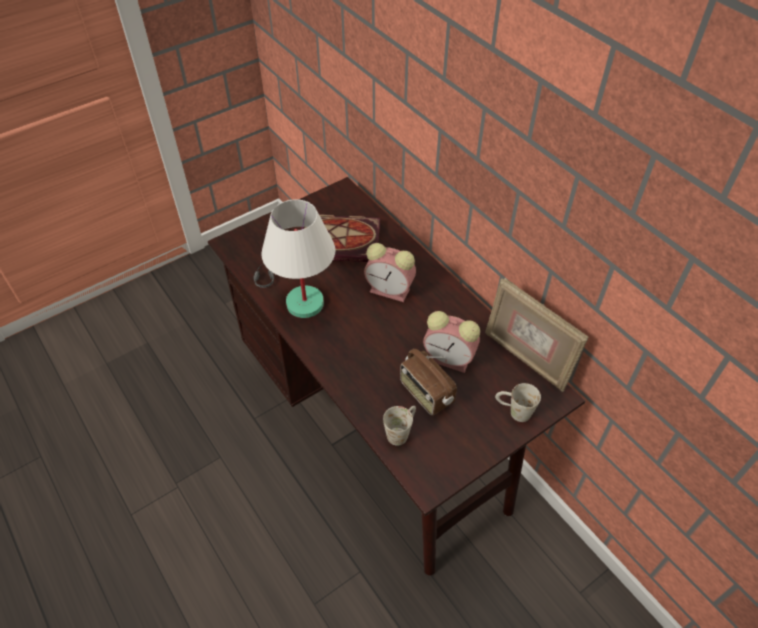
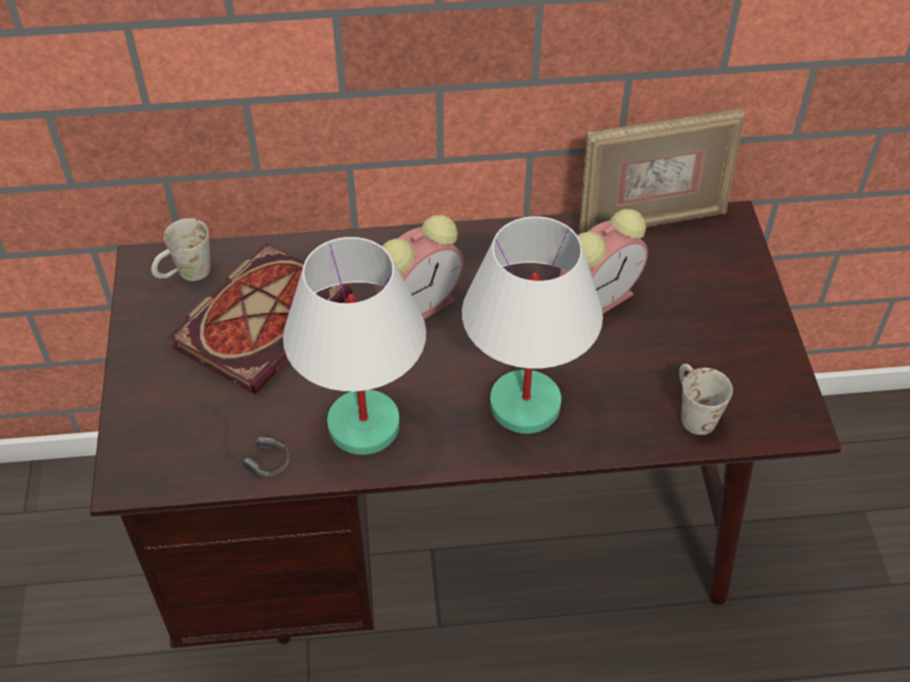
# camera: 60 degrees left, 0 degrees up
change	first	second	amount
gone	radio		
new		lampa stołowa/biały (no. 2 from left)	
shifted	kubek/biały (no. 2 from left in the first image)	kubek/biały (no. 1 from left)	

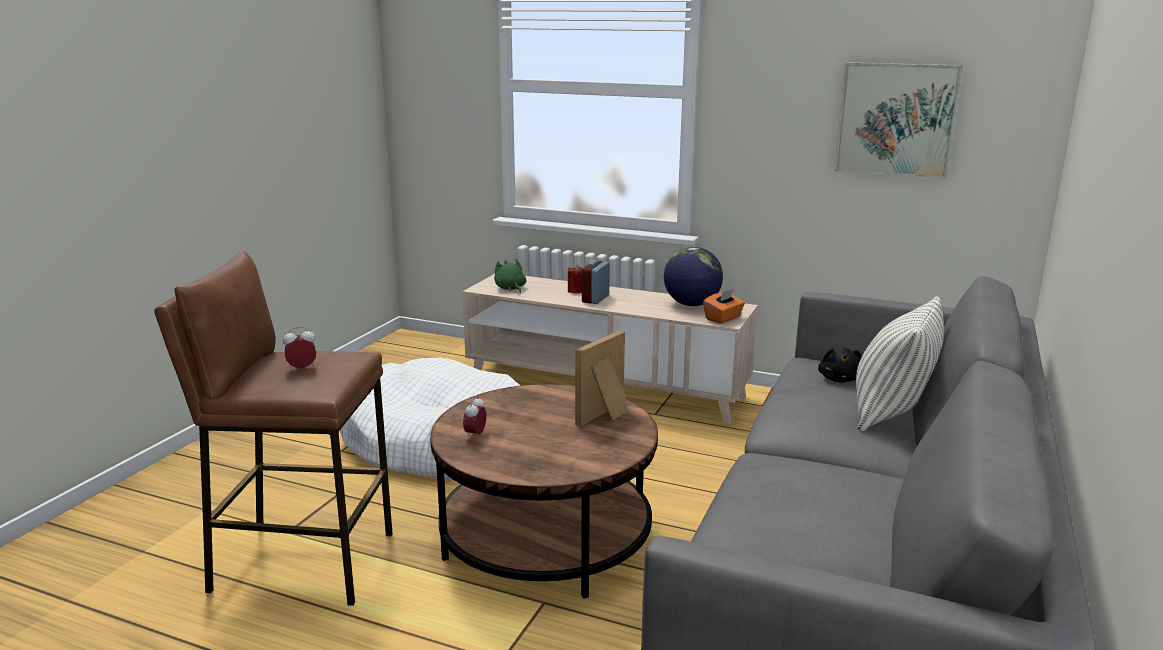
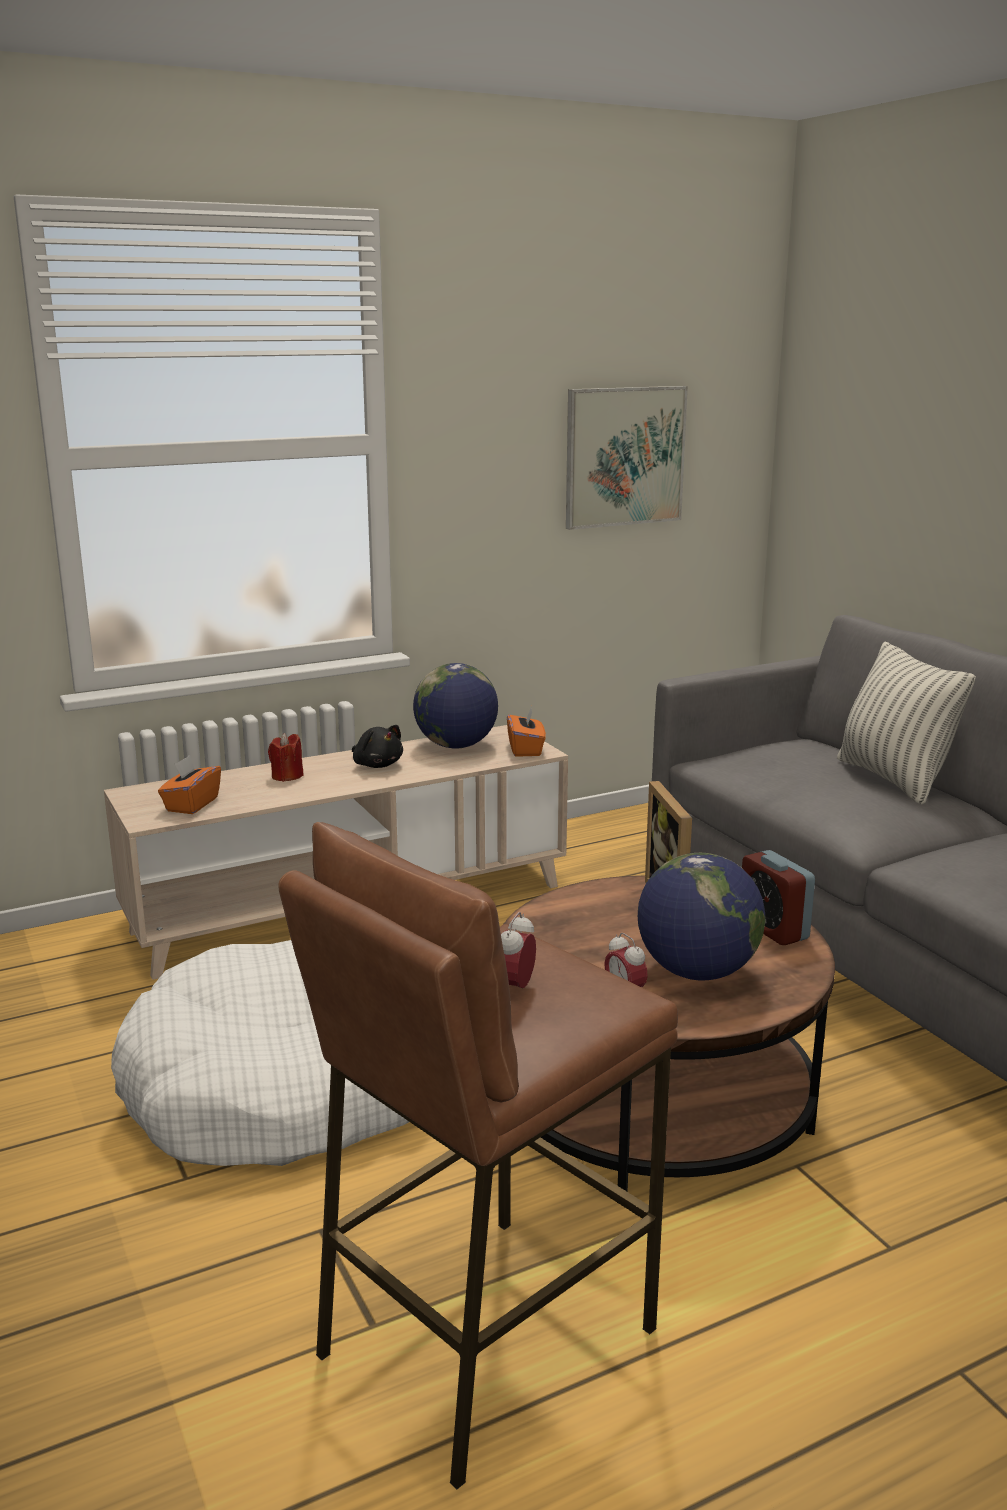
# camera: 50 degrees left, 0 degrees up
change	first	second	amount
new		globus (no. 2 from left)	
shifted	budzik (no. 3 from left)		
shifted	pluszak/czarny		
swapped	pluszak/zielony	pudełko chusteczek/pomarańczowy (no. 1 from left)	

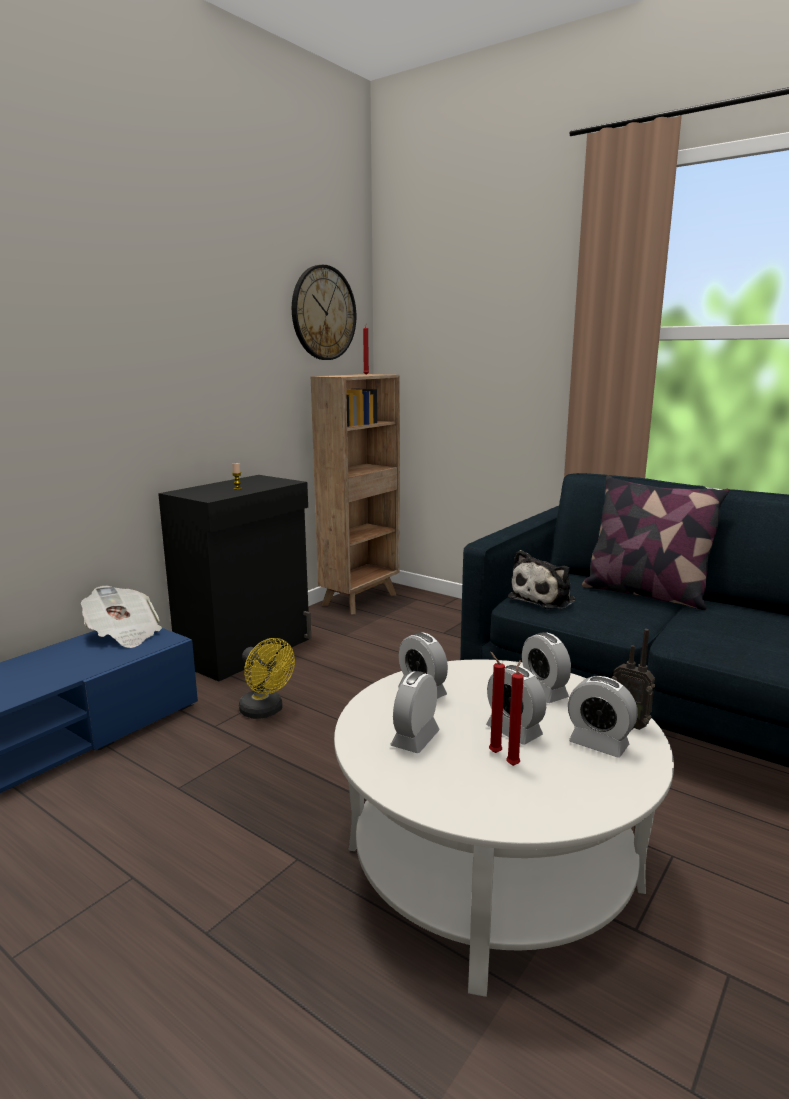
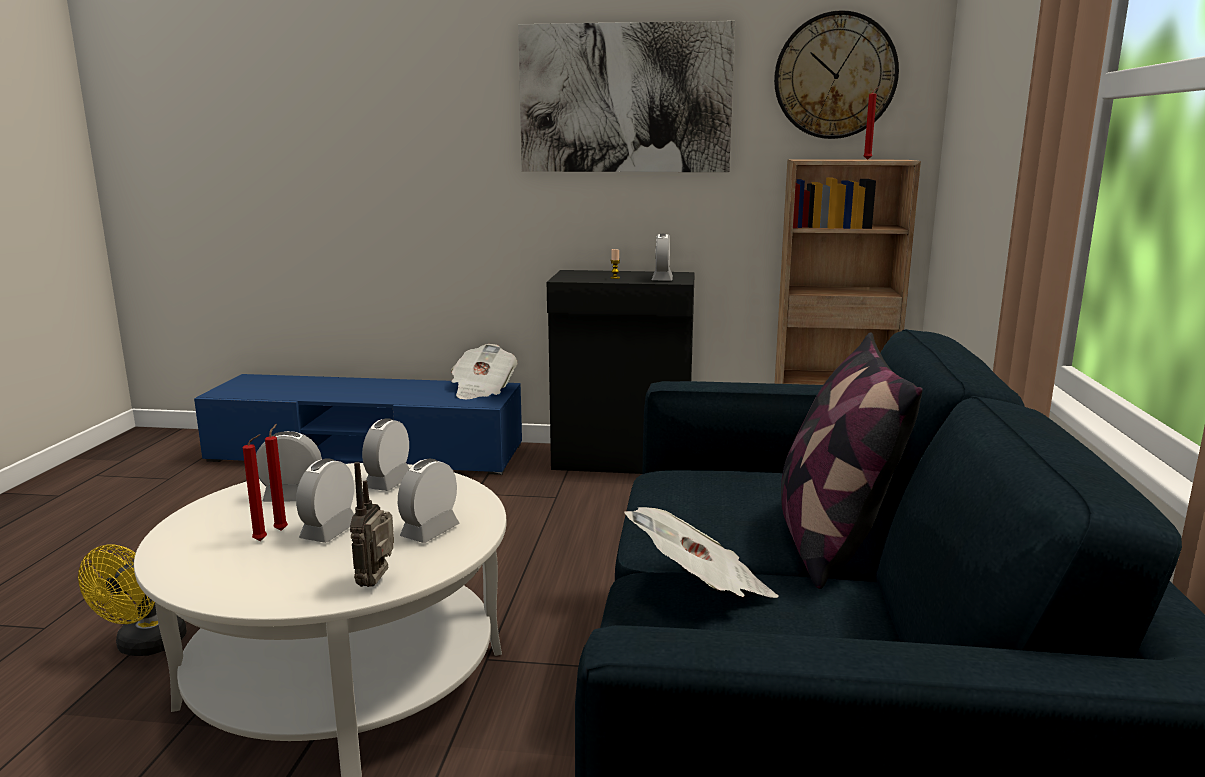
# camera: 60 degrees right, 0 degrees up
change	first	second	amount
gone	pluszak		
new		obraz	
new		gazeta (no. 2 from left)	
shifted	wentylator/żółty		
shifted	budzik (no. 5 from left)		

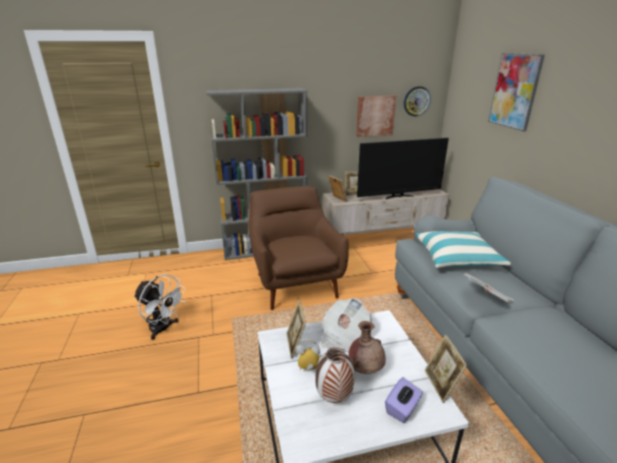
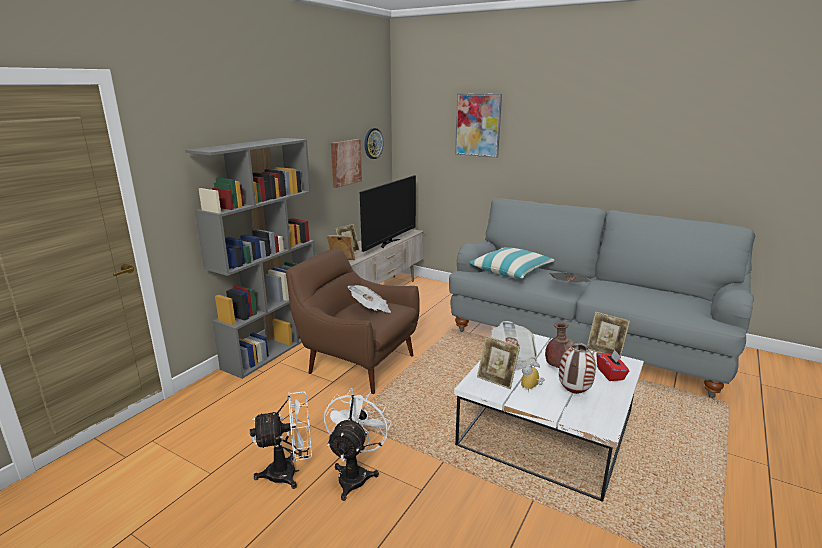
# camera: 45 degrees left, 5 degrees down
change	first	second	amount
new		wentylator/biały (no. 2 from left)	
new		gazeta (no. 1 from left)	
repainted	pudełko chusteczek/fioletowy	pudełko chusteczek/czerwony	

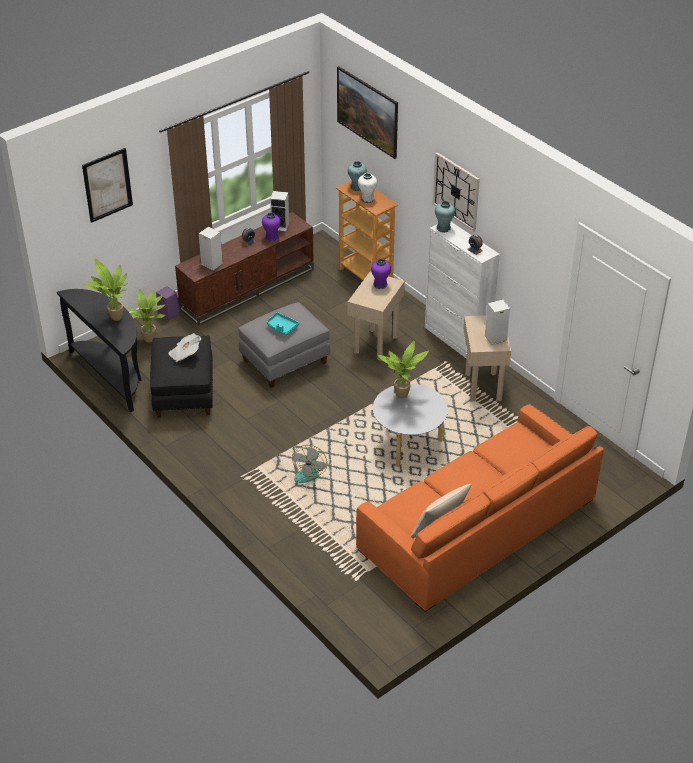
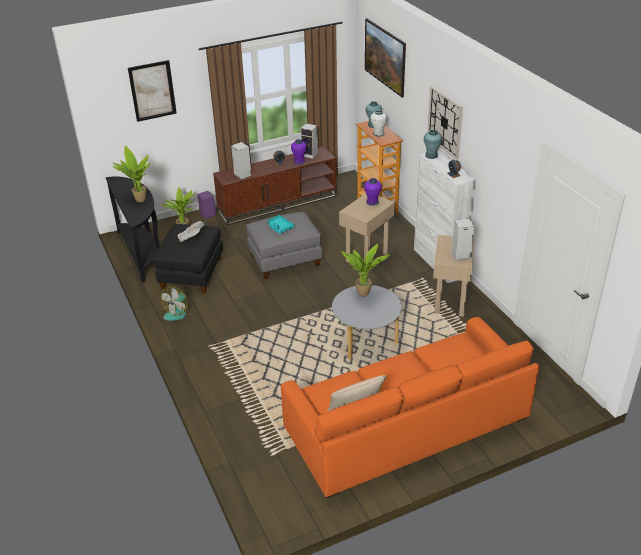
# camera: 15 degrees right, 5 degrees down
change	first	second	amount
shifted	wentylator		

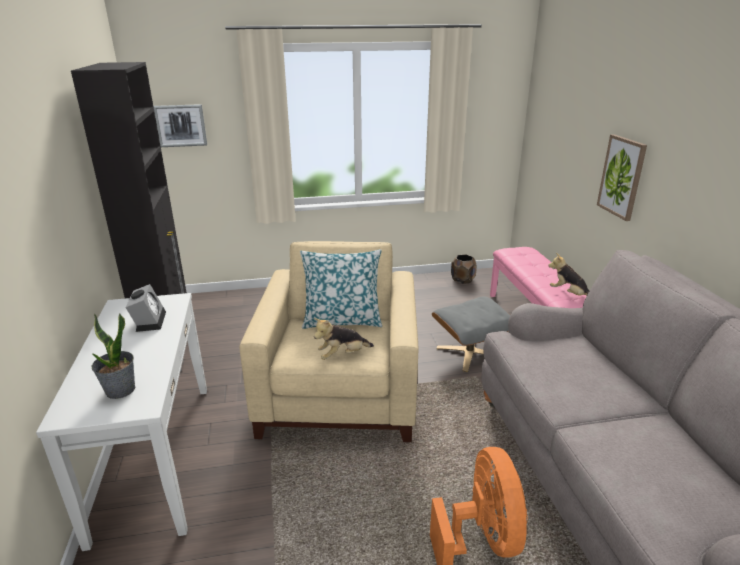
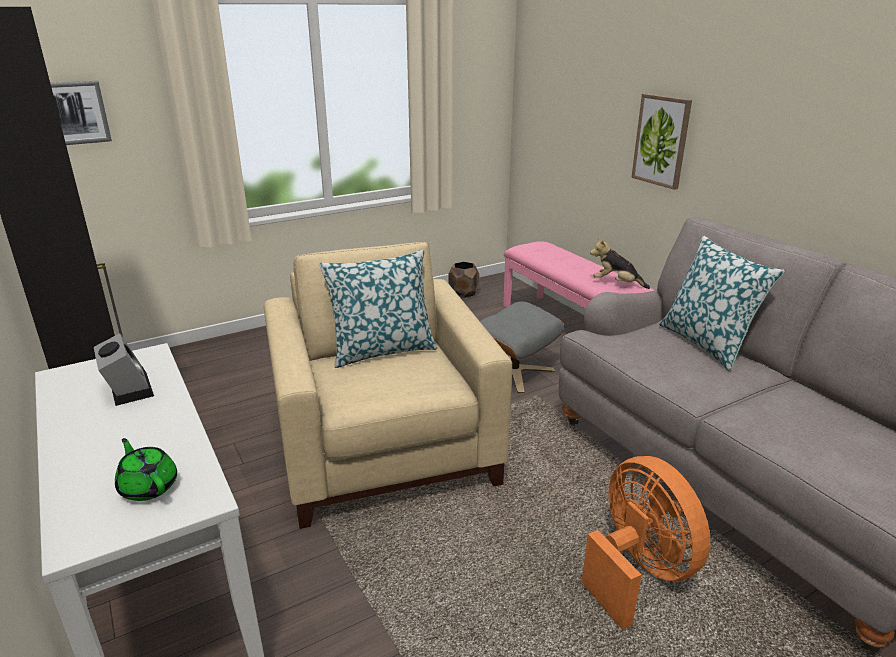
# camera: 20 degrees left, 0 degrees up
change	first	second	amount
gone	pluszak (no. 1 from left)		
new		poduszka (no. 2 from left)	
swapped	roślina doniczkowa	imbryk/zielony	

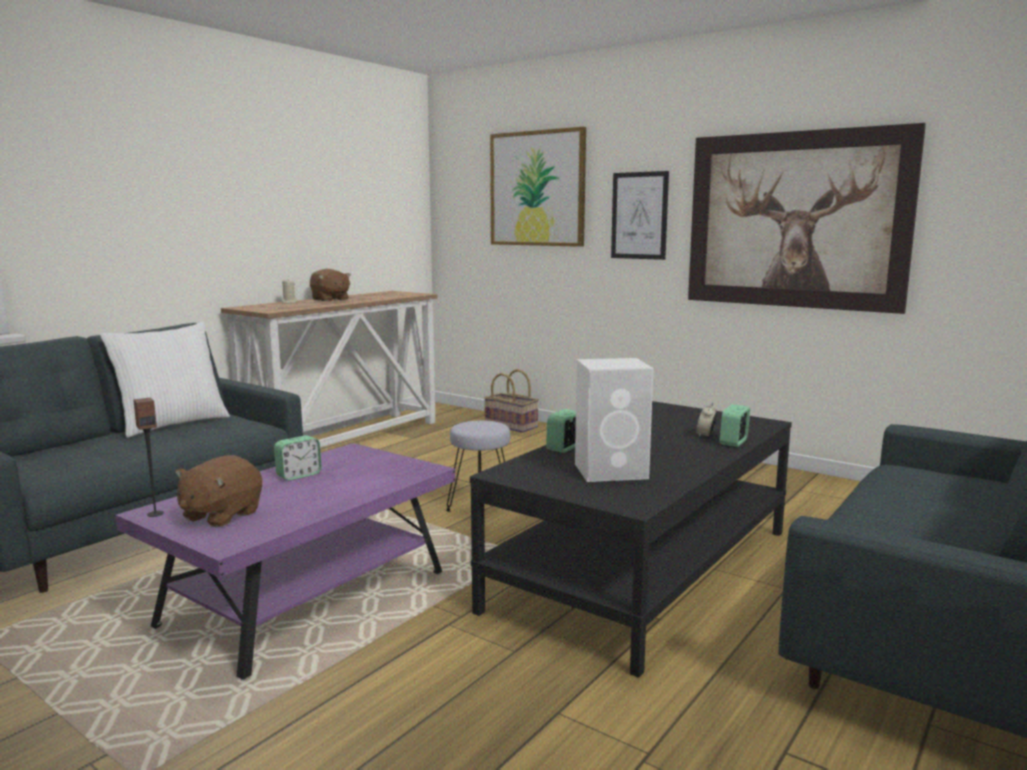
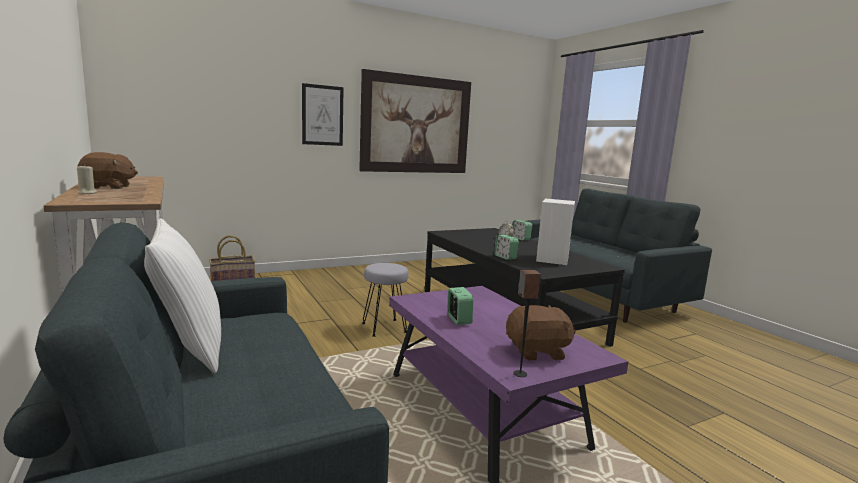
# camera: 65 degrees left, 0 degrees up
change	first	second	amount
gone	obraz (no. 1 from left)		
rotated	pluszak/brązowy (no. 1 from left in the first image)	pluszak/brązowy (no. 2 from left)	60 degrees counterclockwise

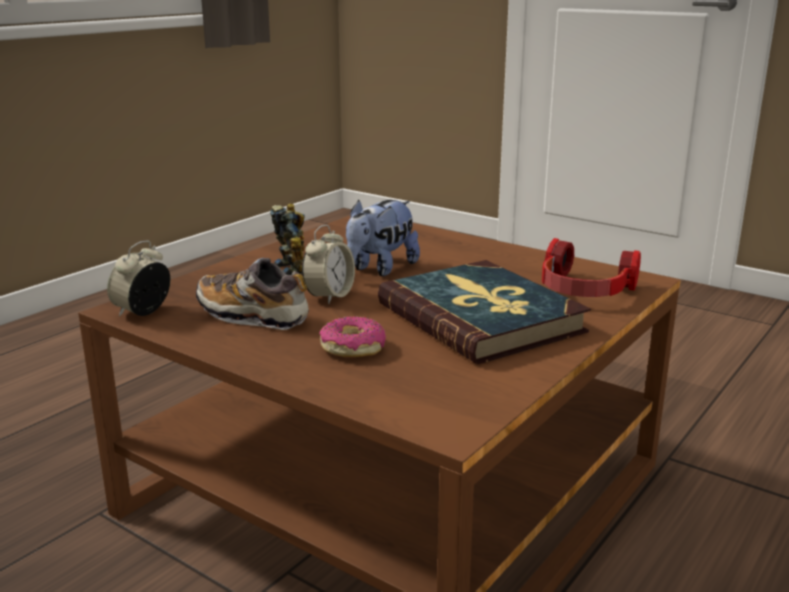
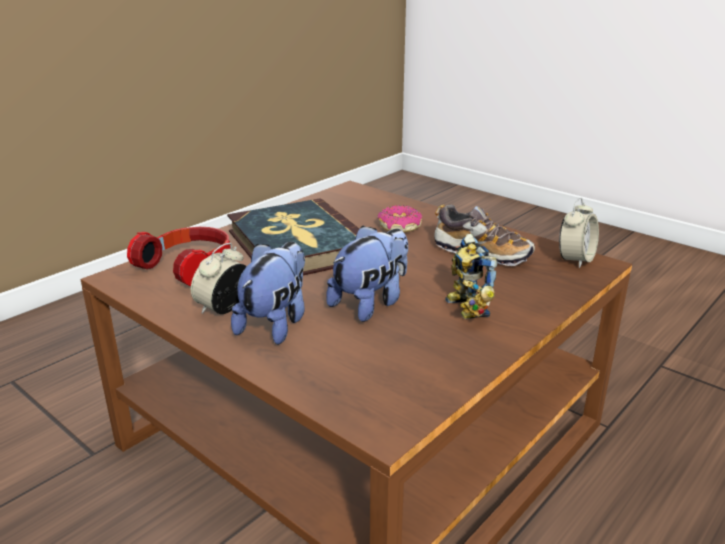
# camera: 175 degrees left, 5 degrees up
change	first	second	amount
new		pluszak (no. 1 from left)	
shifted	budzik (no. 2 from left in the first image)	budzik (no. 1 from left)	

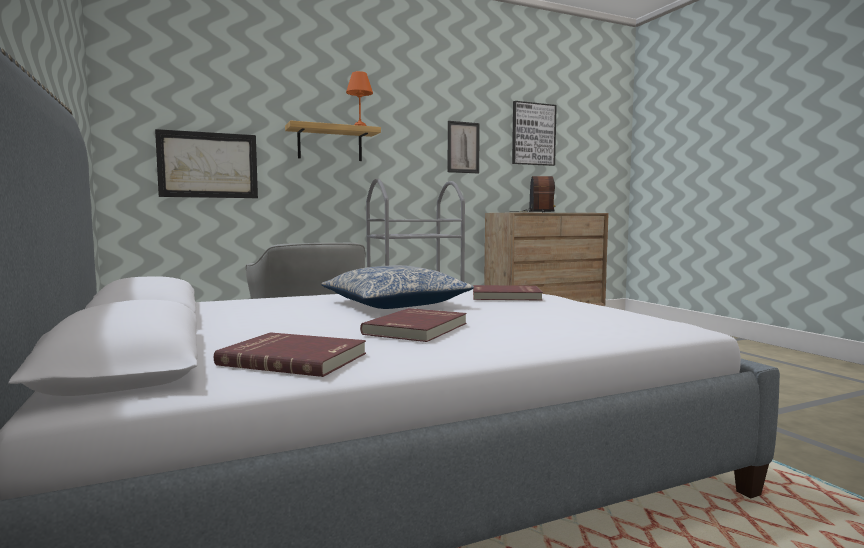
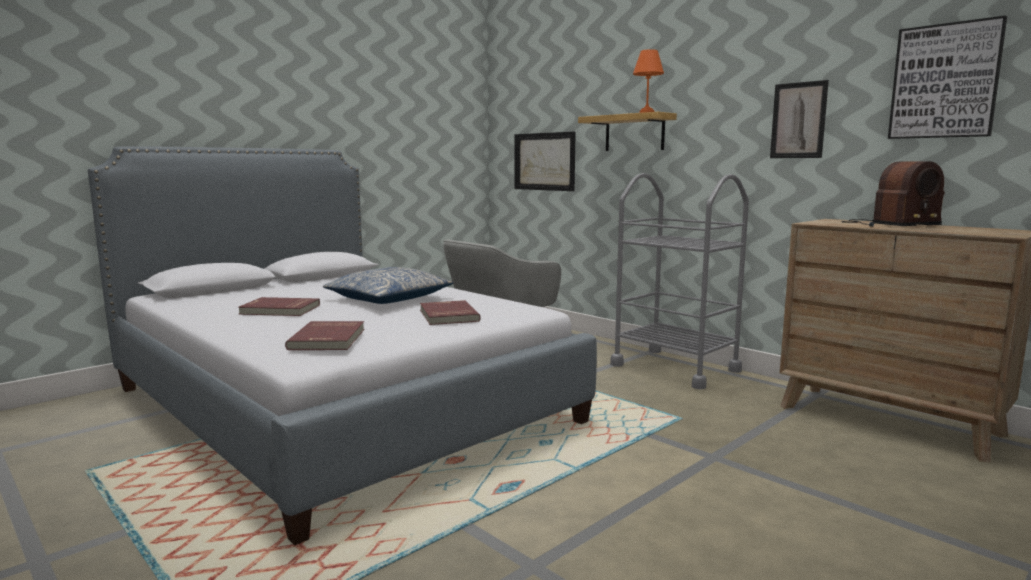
# camera: 70 degrees right, 5 degrees up
change	first	second	amount
shifted	książka/czerwony (no. 1 from left in the first image)	książka/czerwony (no. 2 from left)	

